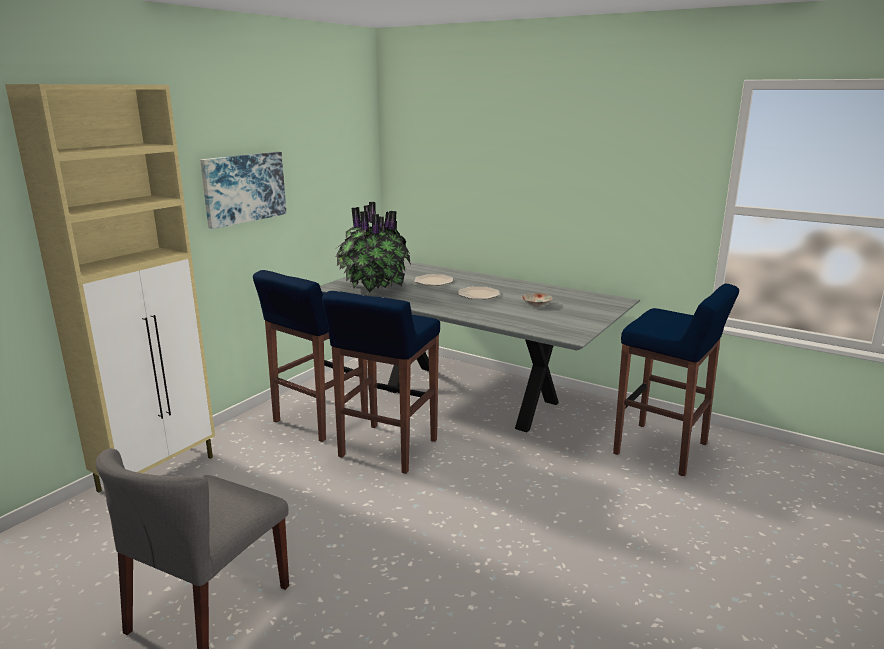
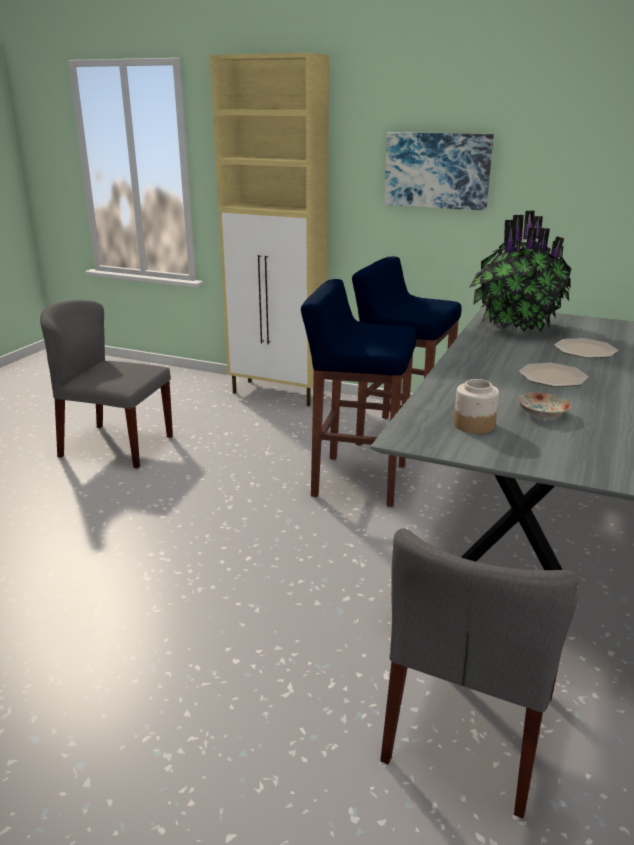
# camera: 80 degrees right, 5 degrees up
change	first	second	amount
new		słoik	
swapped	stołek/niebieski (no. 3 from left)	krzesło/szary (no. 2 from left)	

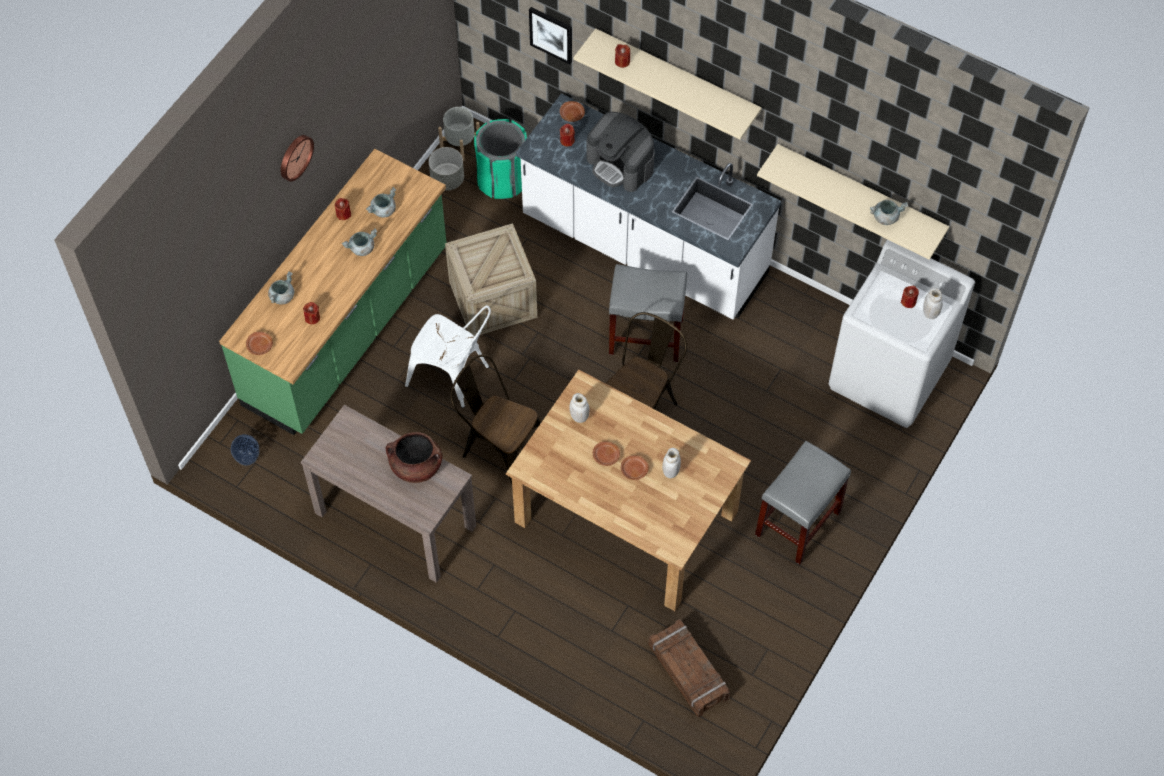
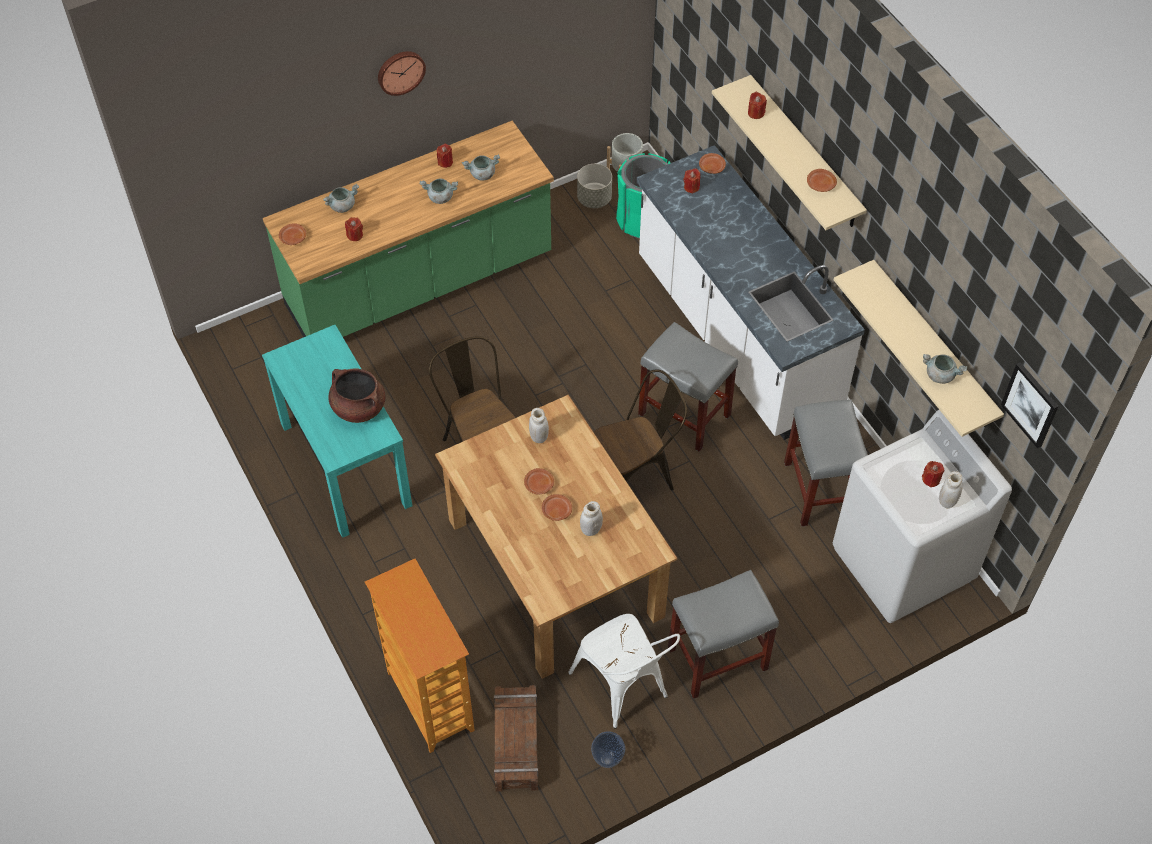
# camera: 30 degrees right, 5 degrees down
change	first	second	amount
gone	skrzynka (no. 1 from left)		
gone	ekspres do kawy		
new		regał	
new		stołek/szary (no. 3 from left)	
new		talerz/brązowy (no. 5 from left)	
shifted	wazon		
shifted	krzesło/biały		
shifted	obraz		
repainted	stolik konsolowy/brązowy	stolik konsolowy/turkusowy	

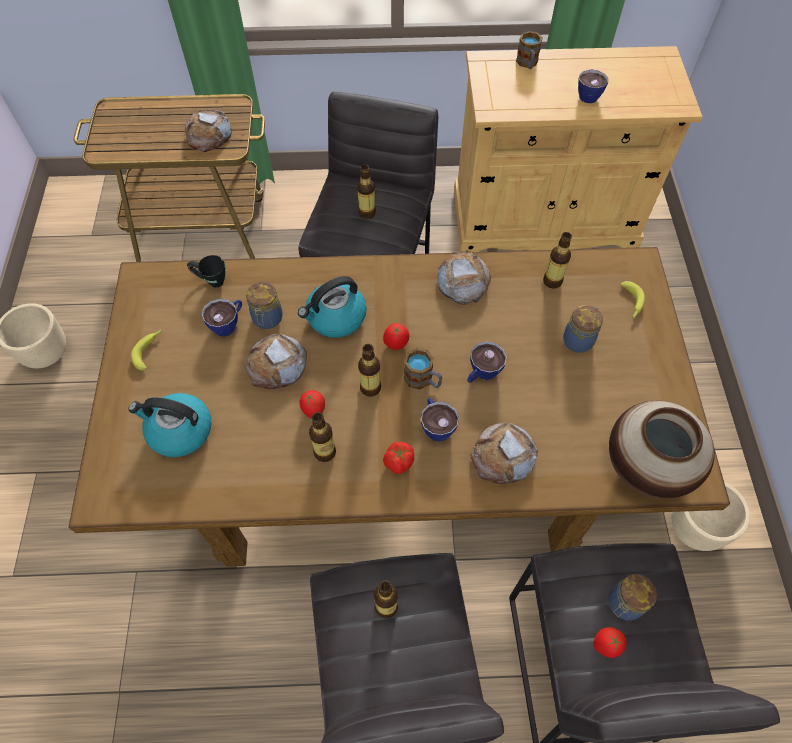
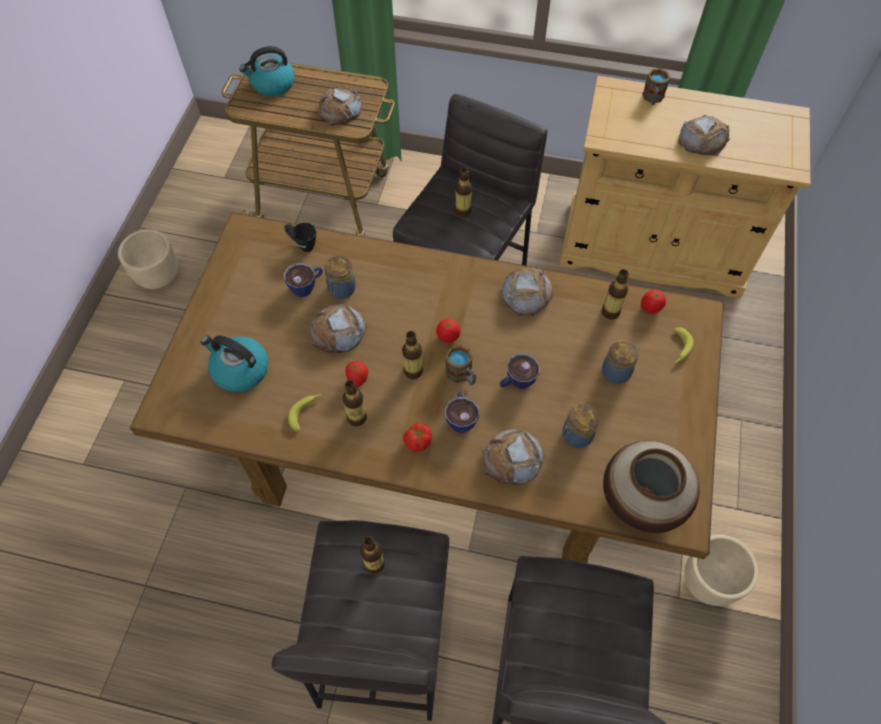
# camera: 15 degrees right, 0 degrees up
change	first	second	amount
shifted	banan (no. 1 from left)		
shifted	czajnik (no. 2 from left)		
shifted	pomidor (no. 4 from left)		
shifted	słoik (no. 3 from left in the first image)	słoik (no. 2 from left)	
swapped	filiżanka (no. 4 from left)	chleb (no. 5 from left)	

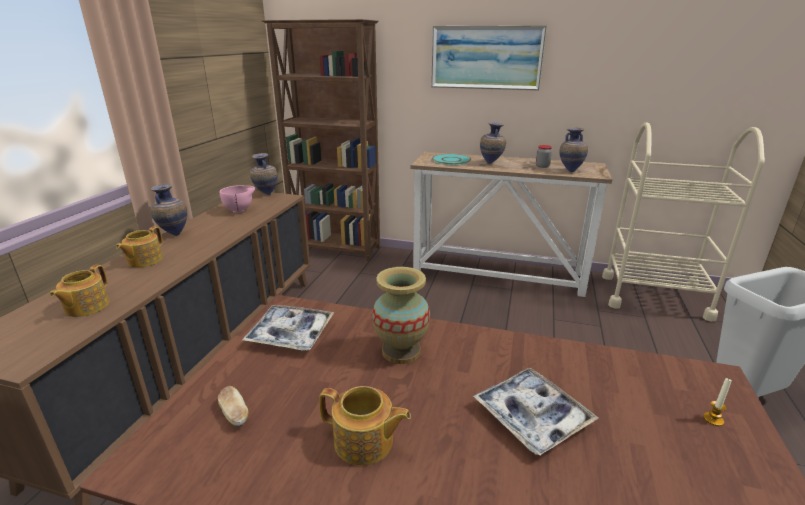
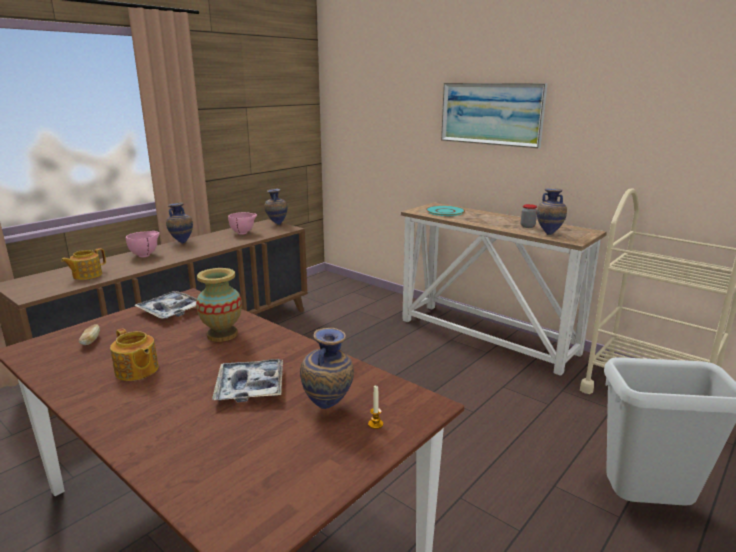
# camera: 25 degrees right, 5 degrees down
change	first	second	amount
gone	regał/brązowy		
shifted	wazon (no. 4 from left)		
swapped	imbryk (no. 2 from left)	miska/różowy (no. 1 from left)	

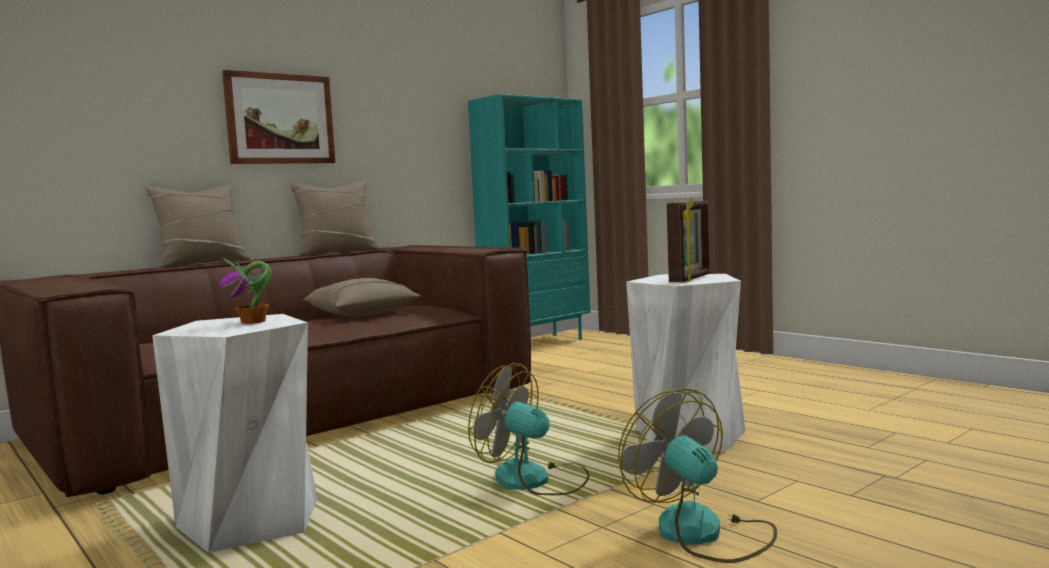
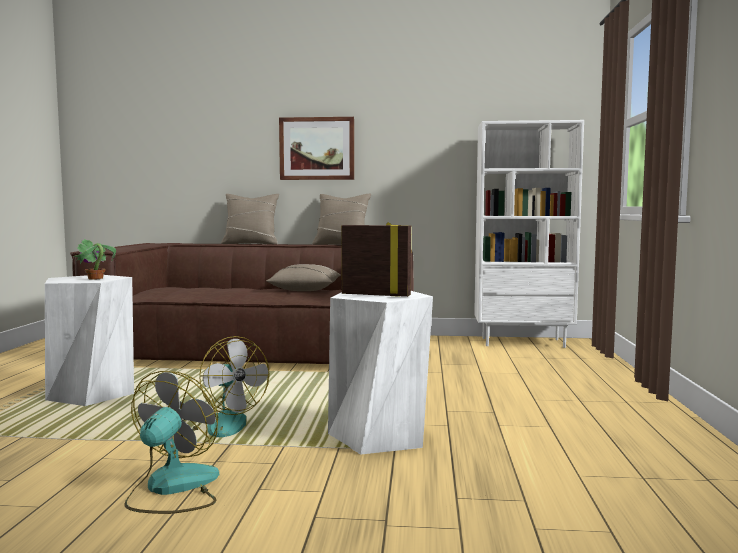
# camera: 45 degrees right, 0 degrees up
change	first	second	amount
repainted	regał/turkusowy	regał/biały	
rotated	wentylator (no. 1 from left in the first image)	wentylator (no. 2 from left)	150 degrees clockwise
rotated	ramka na zdjęcie		150 degrees counterclockwise

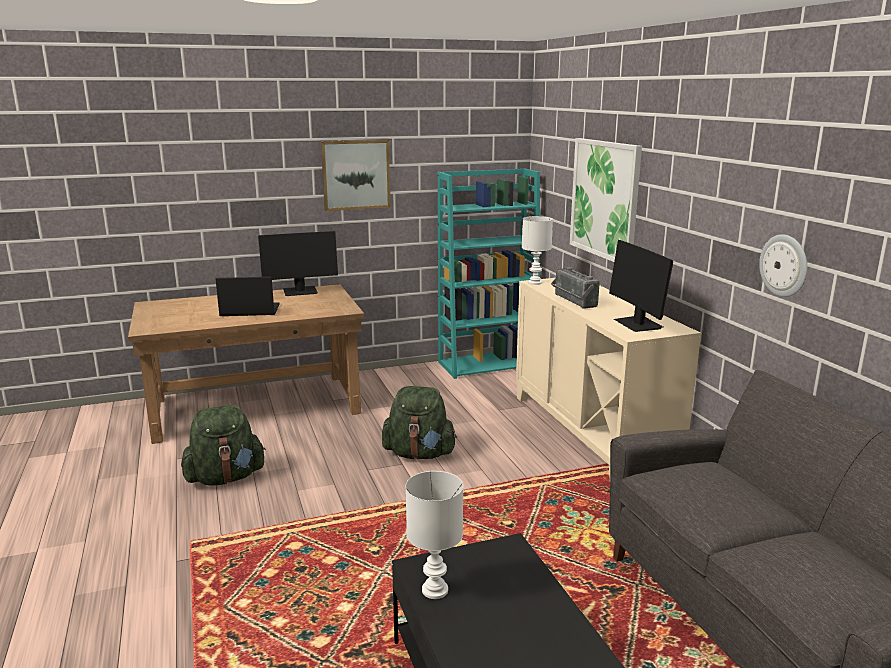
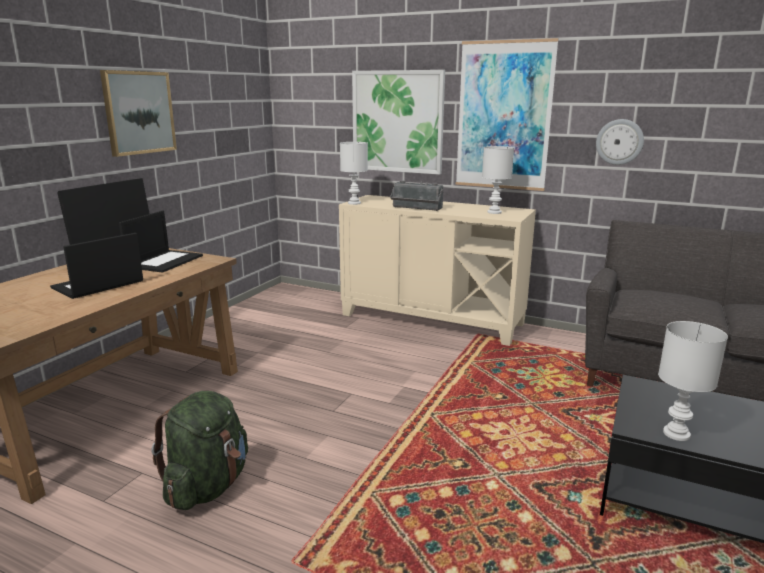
# camera: 45 degrees left, 0 degrees up
change	first	second	amount
gone	plecak/zielony (no. 2 from left)		
gone	regał/turkusowy		
new		laptop (no. 2 from left)	
new		obraz (no. 3 from left)	
swapped	monitor (no. 2 from left)	lampa stołowa/biały (no. 2 from left)	

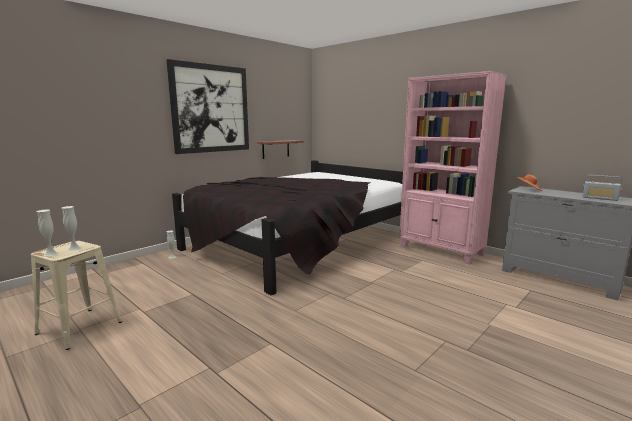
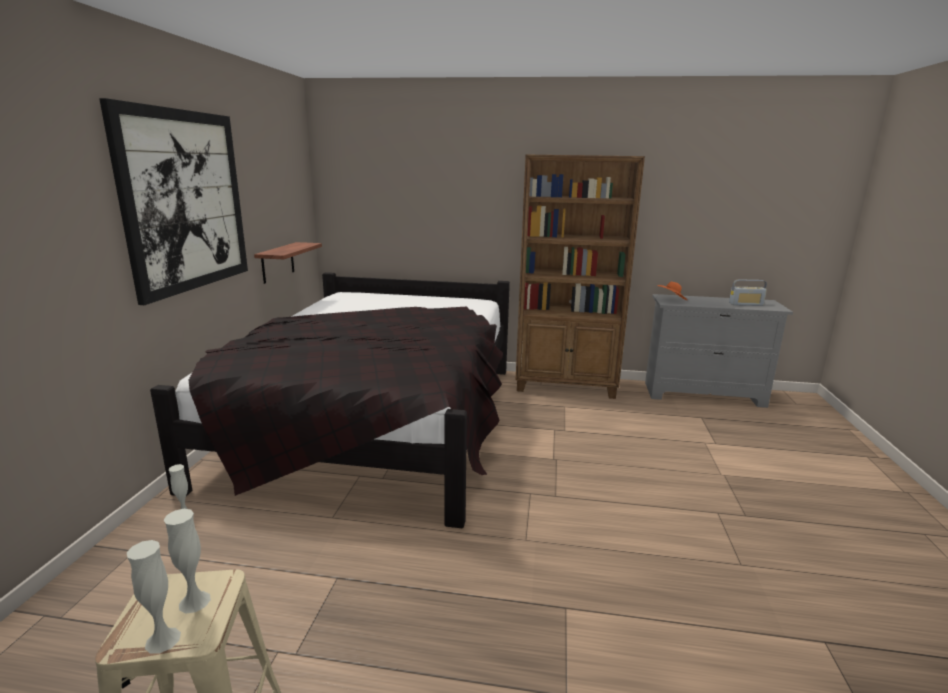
# camera: 35 degrees left, 5 degrees up
change	first	second	amount
repainted	regał/różowy	regał/brązowy	

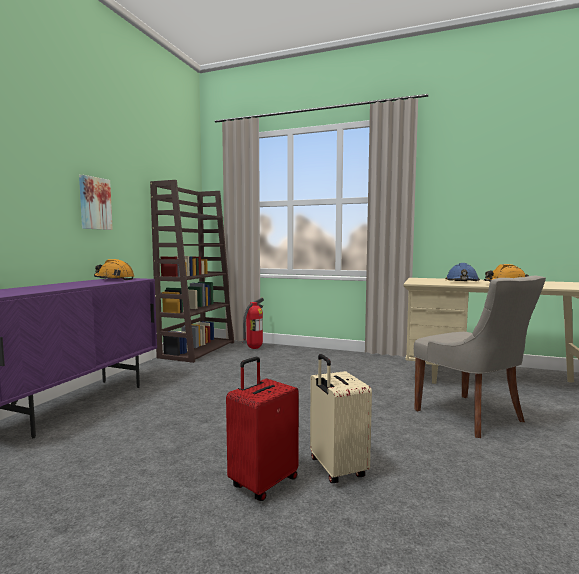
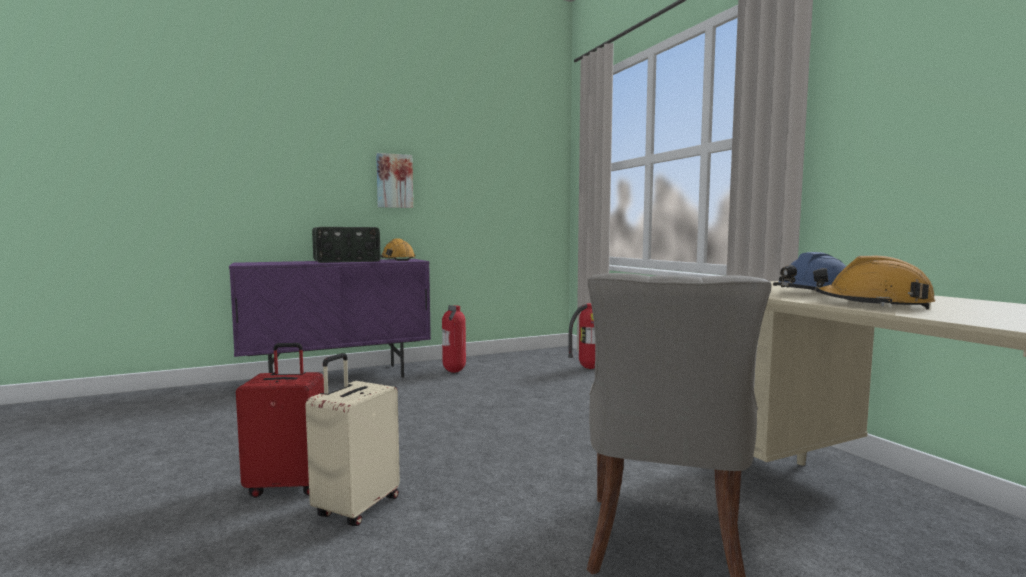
# camera: 45 degrees right, 0 degrees up
change	first	second	amount
gone	regał/brązowy		
new		radio	
new		gaśnica (no. 1 from left)	

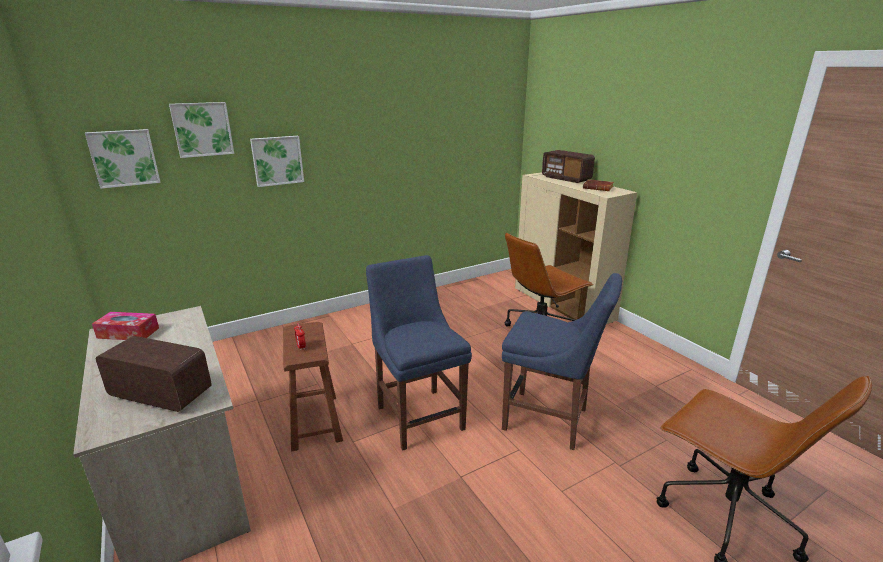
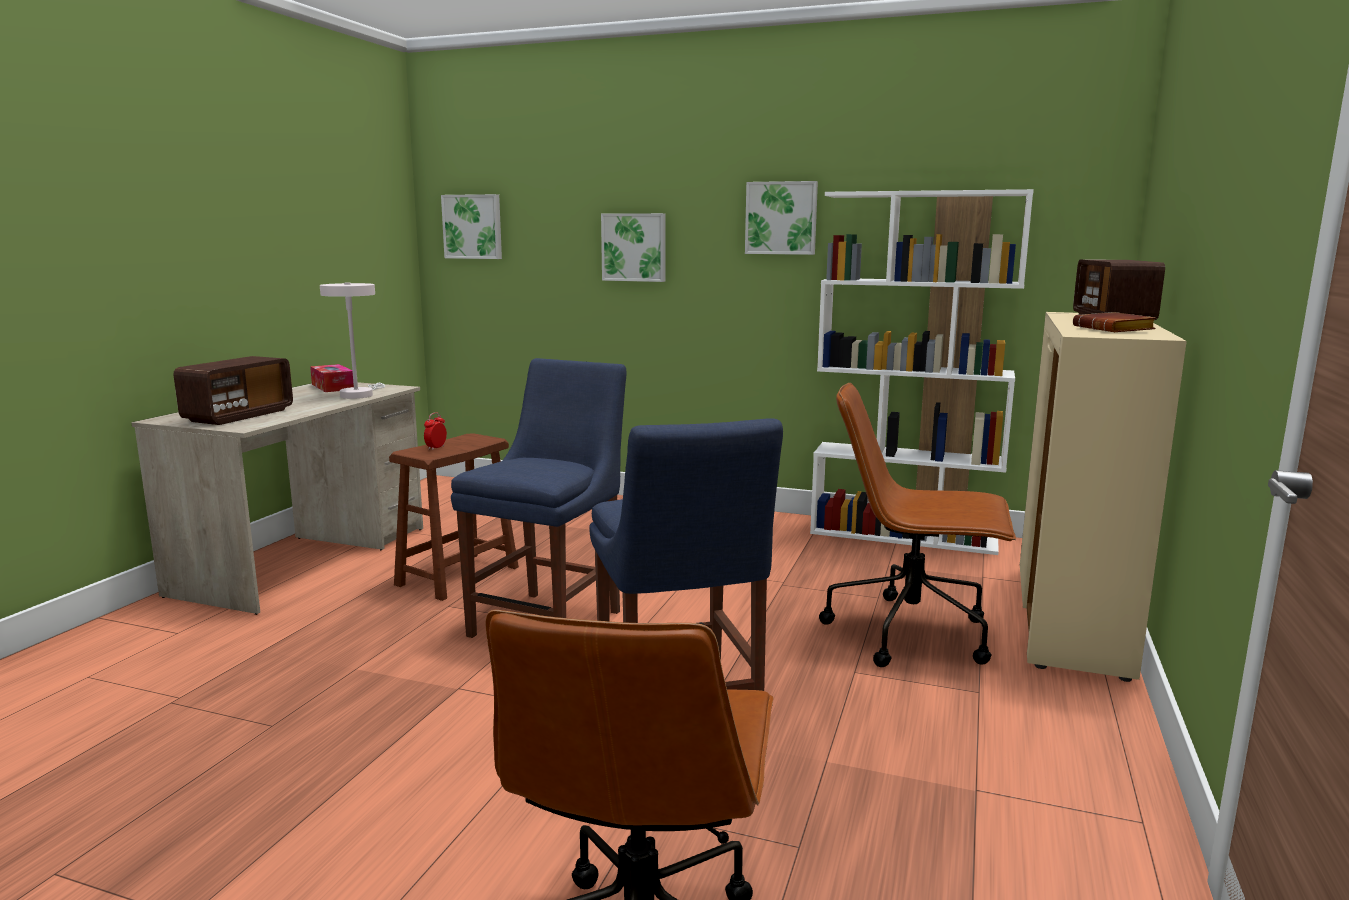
# camera: 50 degrees right, 10 degrees down
change	first	second	amount
new		lampa stołowa/biały	
new		regał/biały	
shifted	obraz (no. 2 from left in the first image)	obraz (no. 3 from left)	
rotated	radio (no. 1 from left)		45 degrees clockwise

